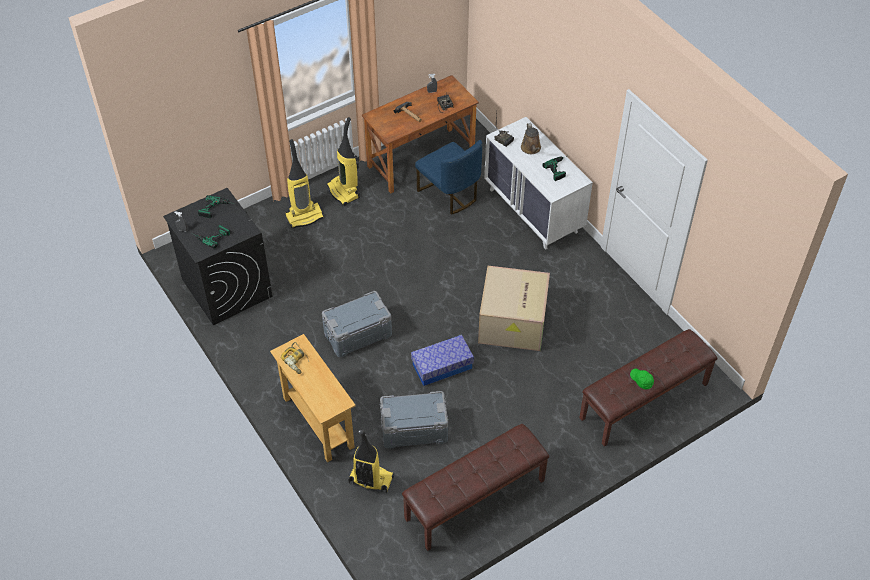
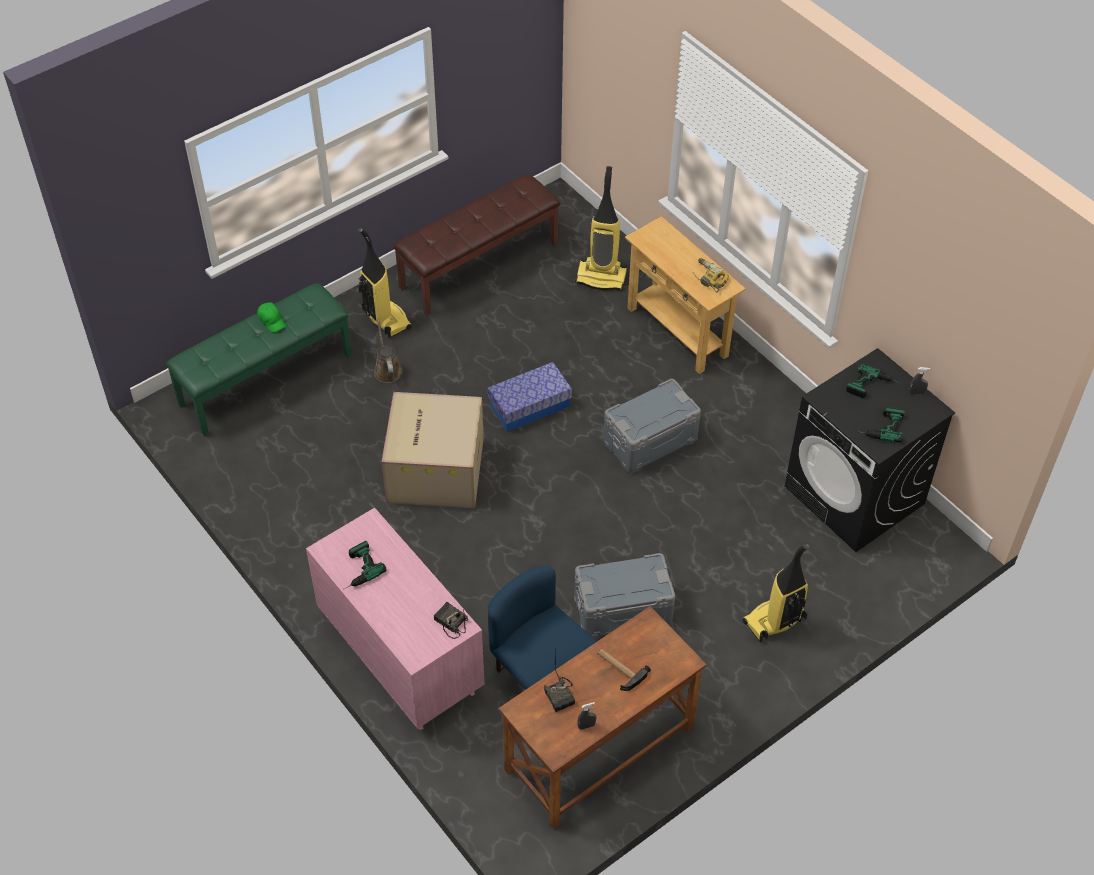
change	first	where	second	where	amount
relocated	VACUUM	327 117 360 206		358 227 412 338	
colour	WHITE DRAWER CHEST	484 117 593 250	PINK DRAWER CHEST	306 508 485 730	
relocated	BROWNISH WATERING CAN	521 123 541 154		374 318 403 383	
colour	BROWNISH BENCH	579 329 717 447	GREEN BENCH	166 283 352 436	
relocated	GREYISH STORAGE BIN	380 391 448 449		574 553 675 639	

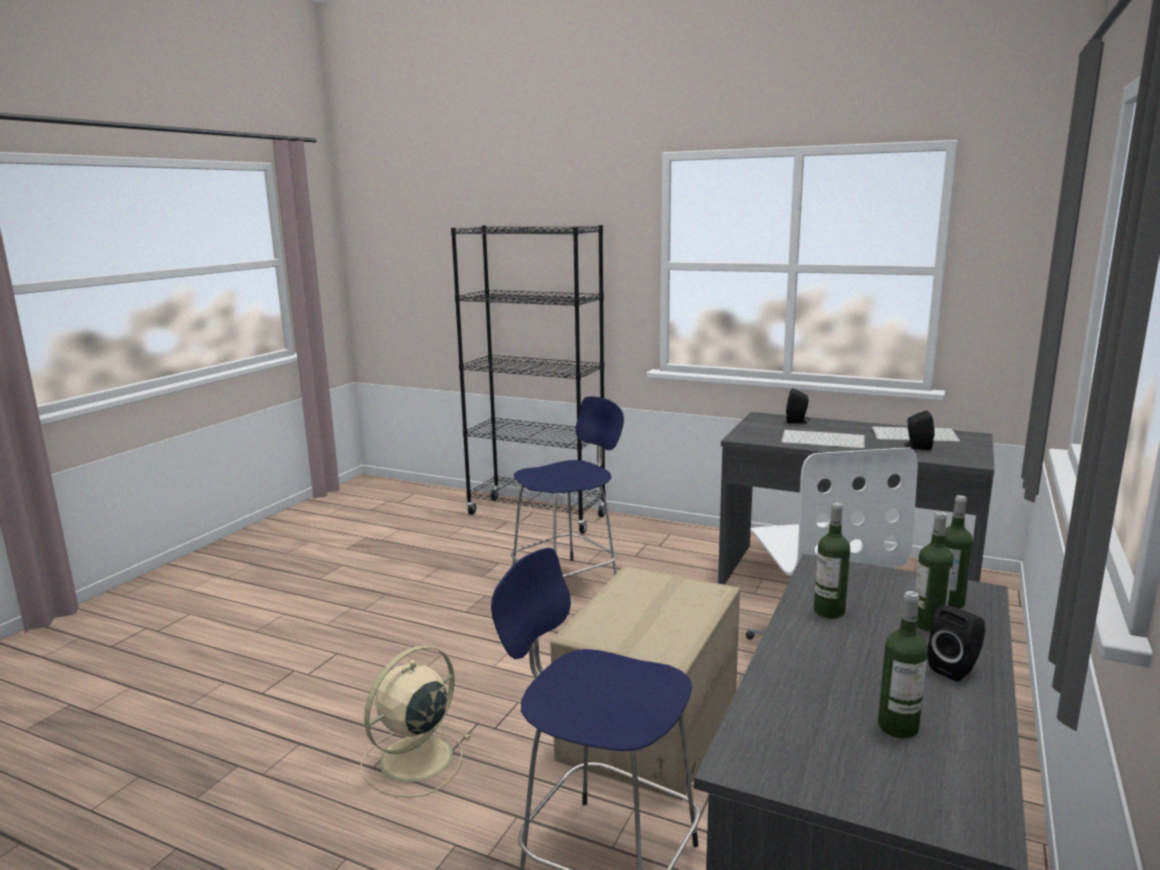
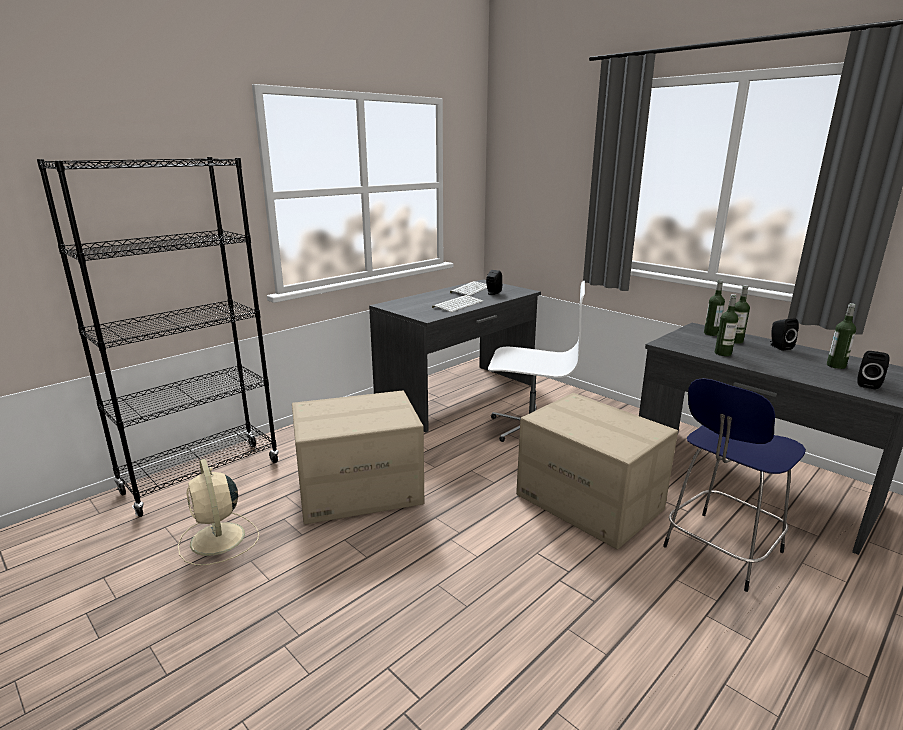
change	first	where	second	where	amount
relocated	BLACK-COLOURED SPEAKER	786 388 810 424		857 351 890 390	
exchanged	BLUISH STOOL SEAT	511 396 624 578	PACKING BOX	292 390 424 524	
relocated	BEIGE-COLOURED COOLING FAN	360 645 472 798		178 459 259 565	

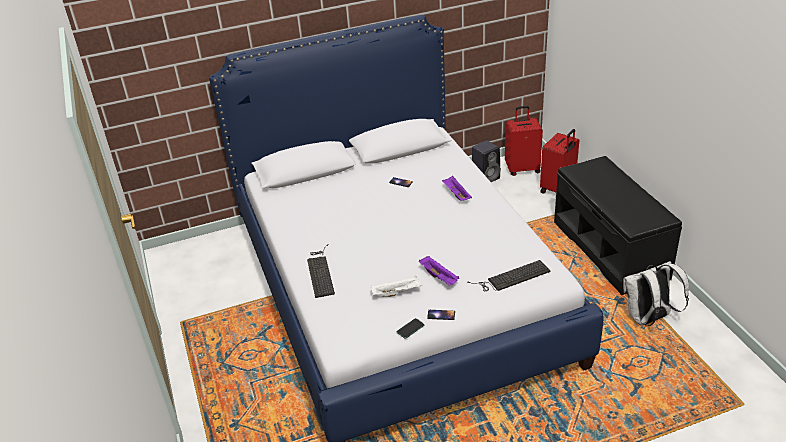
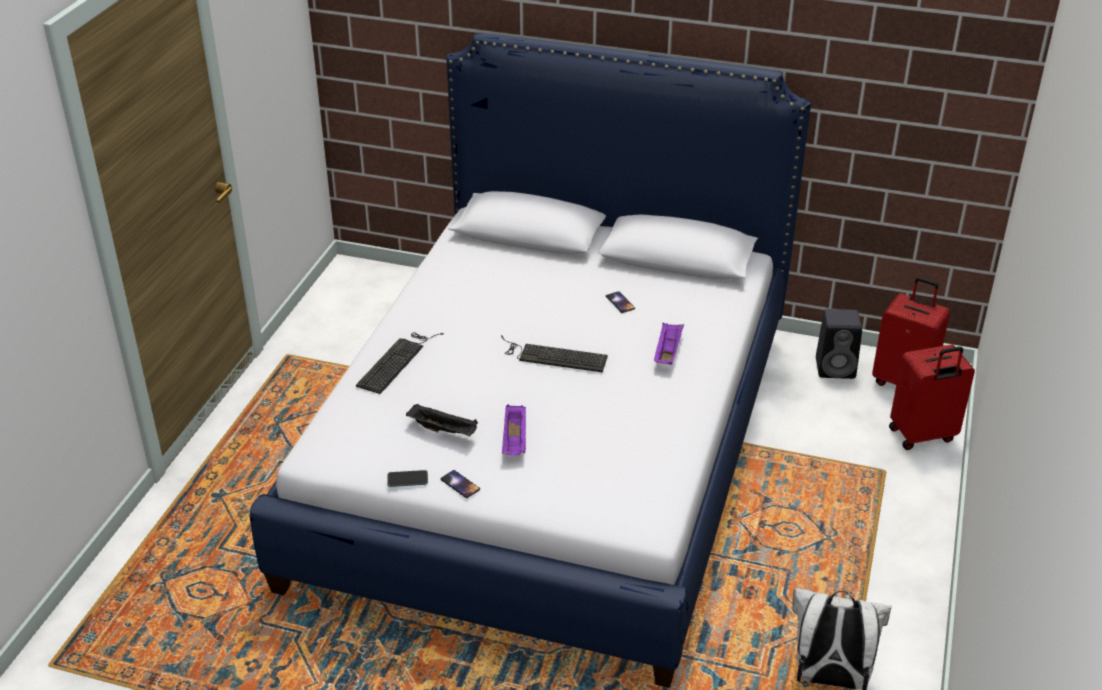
change	first	where	second	where	amount
missing	BLACK-COLOURED BENCH	554 156 682 295			
relocated	KEYBOARD	467 260 551 291		501 335 608 372	
colour	WHITE SERVING TRAY	371 276 422 297	BLACK-COLOURED SERVING TRAY	406 404 478 436	

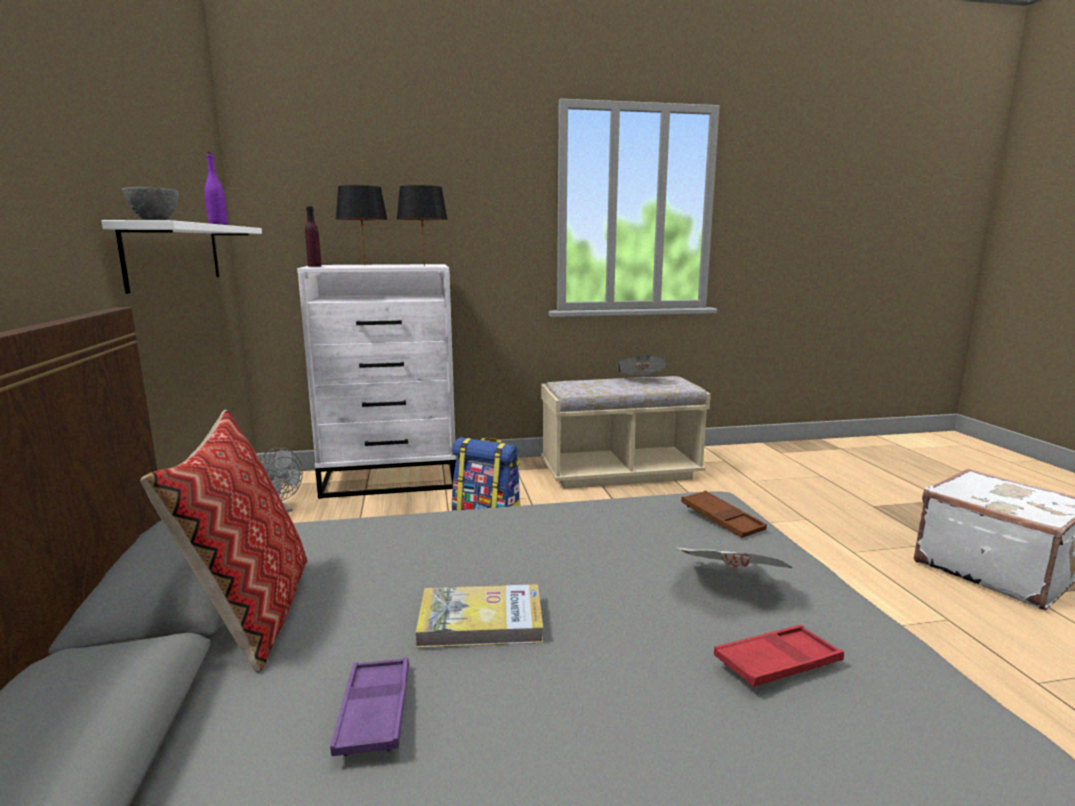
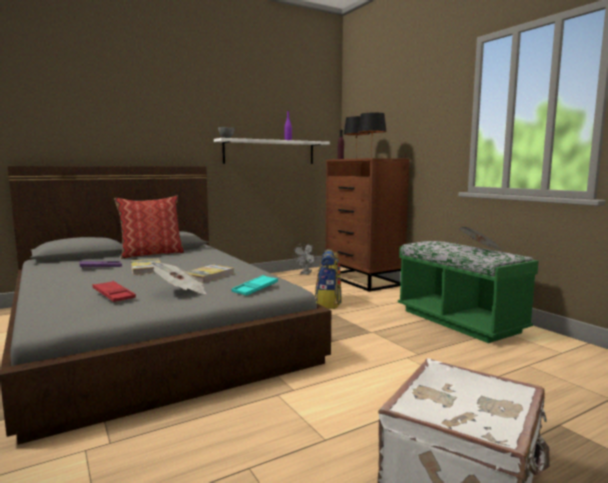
change	first	where	second	where	amount
colour	WHITE DRAWER CHEST	297 264 456 499	BROWNISH DRAWER CHEST	326 158 409 292	
colour	BEIGE-COLOURED BENCH	541 376 711 489	GREEN BENCH	398 241 539 343	
colour	BROWNISH SERVING TRAY	681 490 767 538	BLUE-GREEN SERVING TRAY	232 275 278 296	
appeared			VOLUME	186 265 235 283	

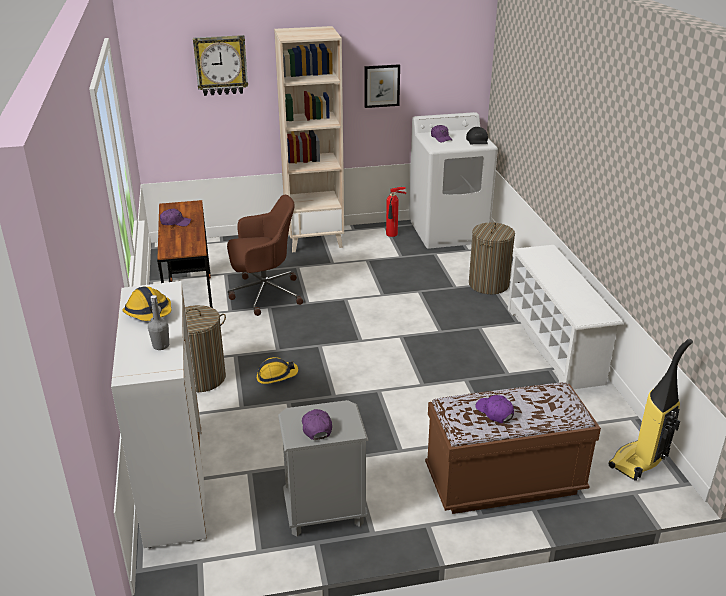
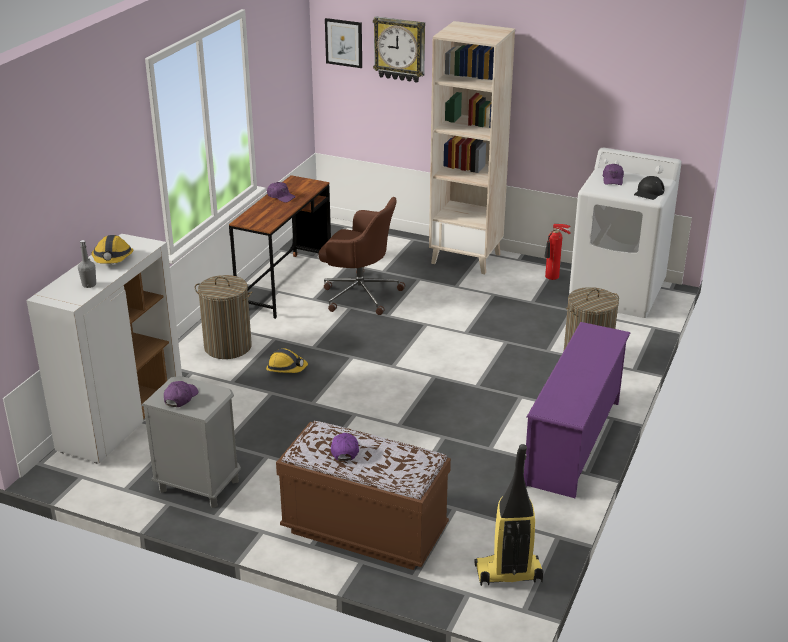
change	first	where	second	where	amount
relocated	WALL PICTURE	365 64 400 108		325 18 362 68	
colour	WHITE SHOE SHELF	508 245 624 389	PURPLE-COLOURED SHOE SHELF	524 322 630 498	

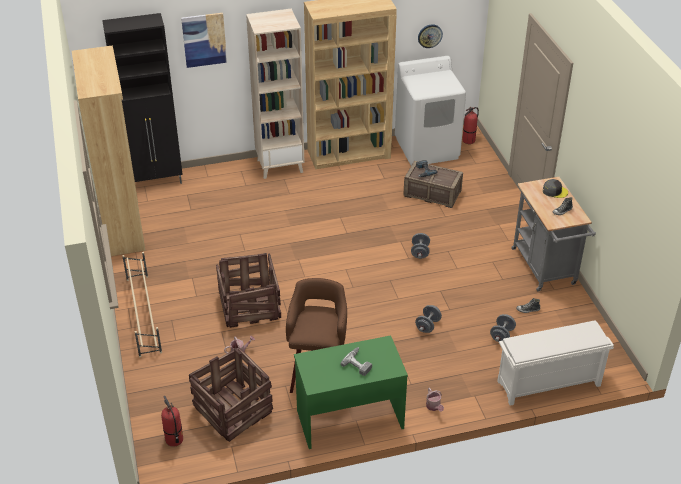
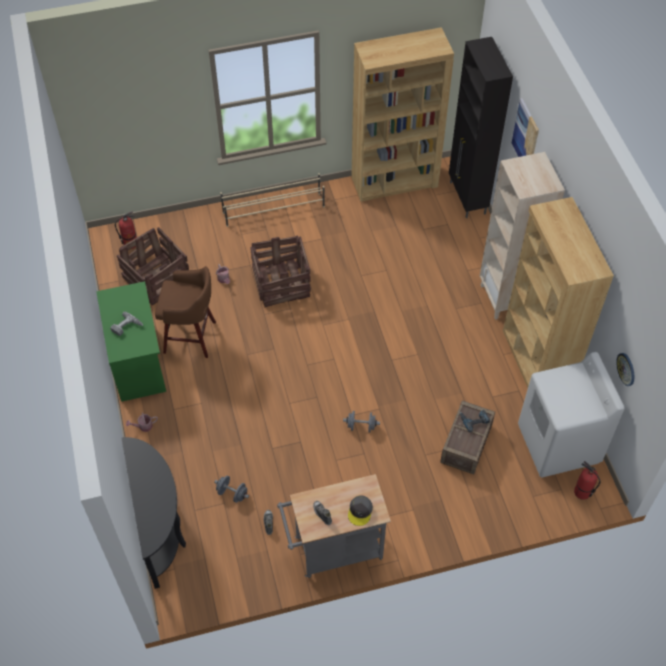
change	first	where	second	where	amount
missing	GREYISH DUMBBELL	415 305 442 333			
exchanged	WHITE SHOE SHELF	497 320 614 406	BLACK-COLOURED NARROW TABLE	121 437 186 589	

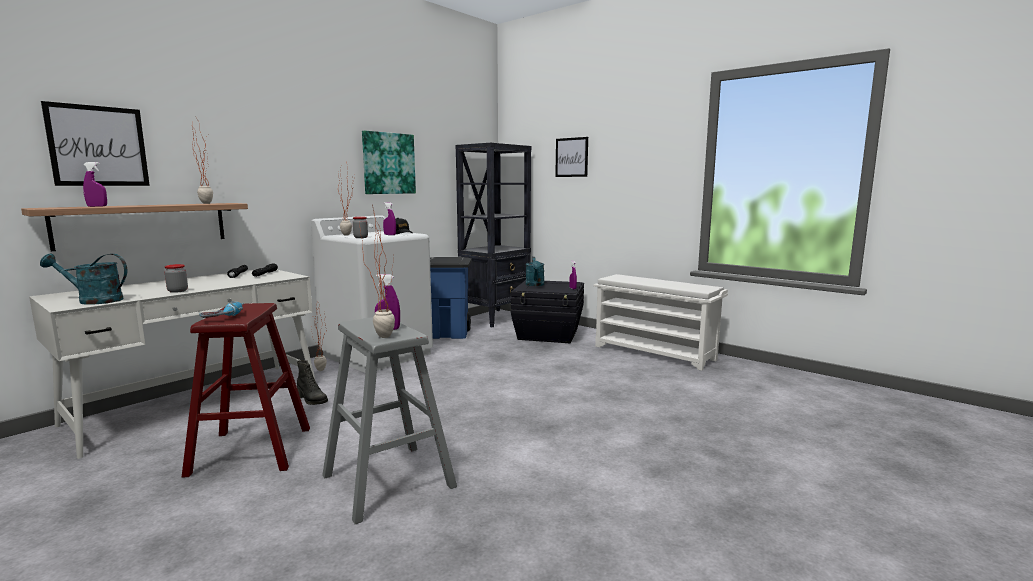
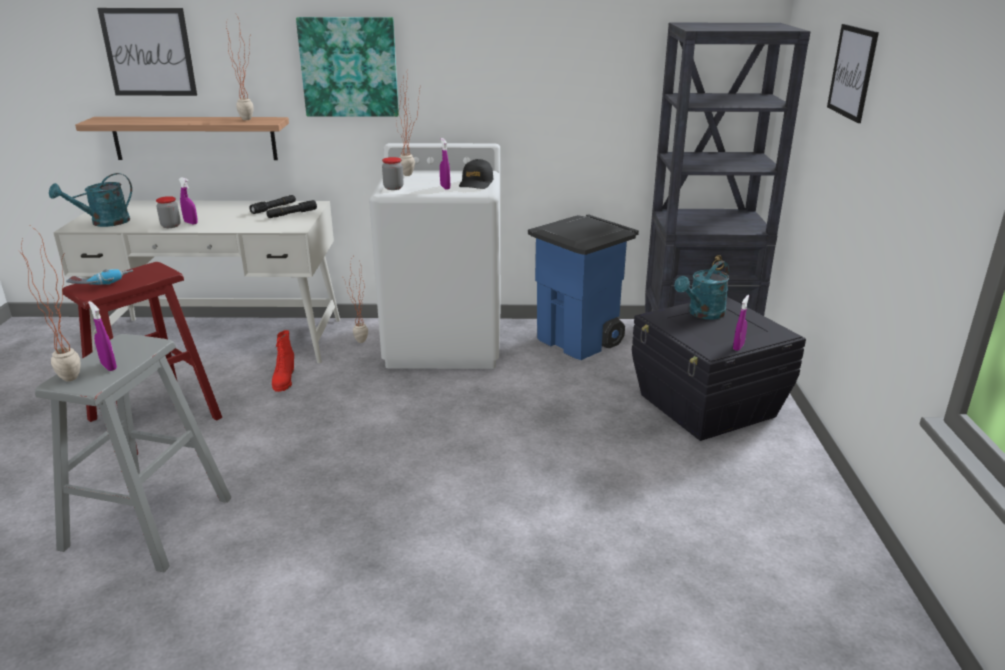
change	first	where	second	where	amount
relocated	WALL PICTURE	362 131 416 194		296 17 399 117	
relocated	PURPLE-COLOURED SPRAYER	83 162 107 207		179 177 198 224	
spun	BLUE-GREEN WATERING CAN	40 253 127 305		49 173 132 227	90 degrees counterclockwise
missing	WHITE SHOE SHELF	594 274 728 371			
colour	BLACK-COLOURED HIGH-TOP BOOT	297 360 328 405	RED-COLOURED HIGH-TOP BOOT	272 330 294 392	

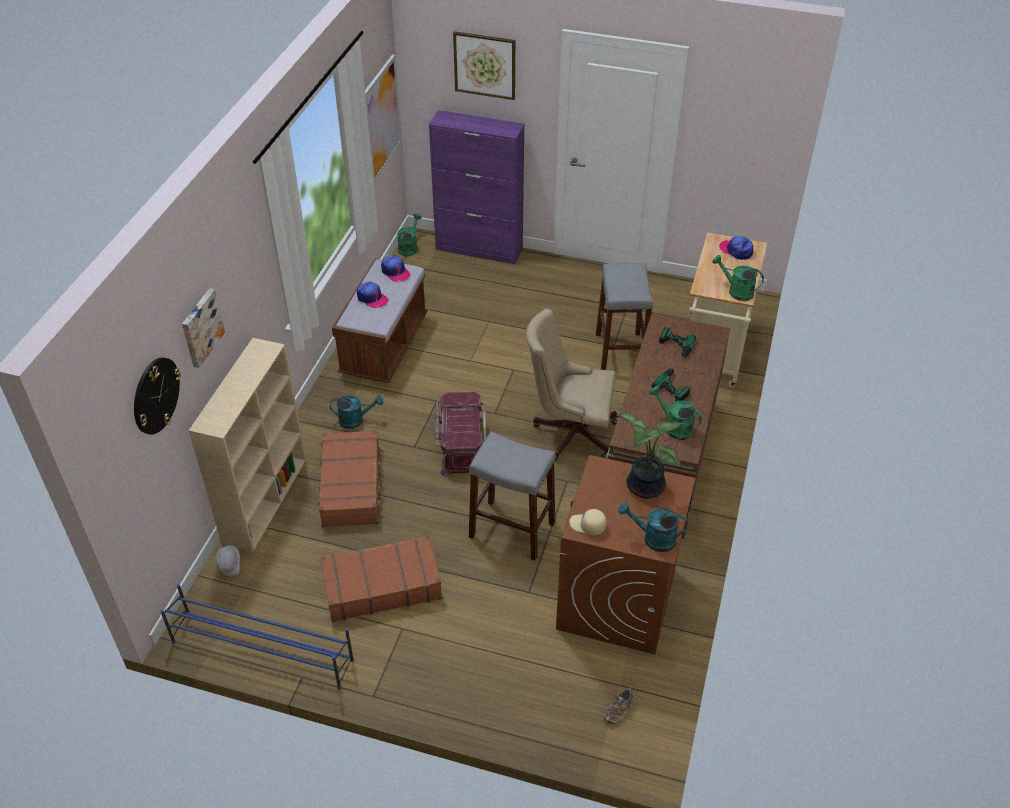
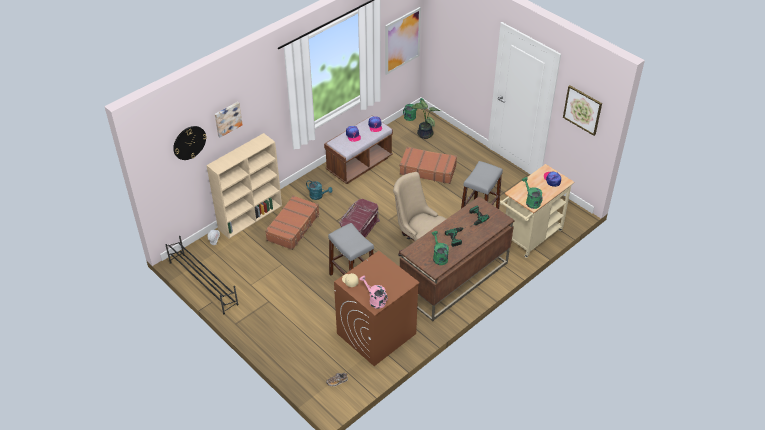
change	first	where	second	where	amount
relocated	WALL PICTURE	453 31 515 100		563 85 602 136	
missing	PURPLE-COLOURED STORAGE CABINET	429 110 524 264			
relocated	POTTED PLANT	616 413 685 499		410 100 441 139	
colour	BLUE-GREEN WATERING CAN	619 502 688 552	PINK WATERING CAN	360 275 388 309	
relocated	BROWNISH PIECE OF LUGGAGE	321 535 442 622		399 147 457 184	
colour	BLUISH SHOE SHELF	160 584 354 689	BLACK-COLOURED SHOE SHELF	165 236 239 314	

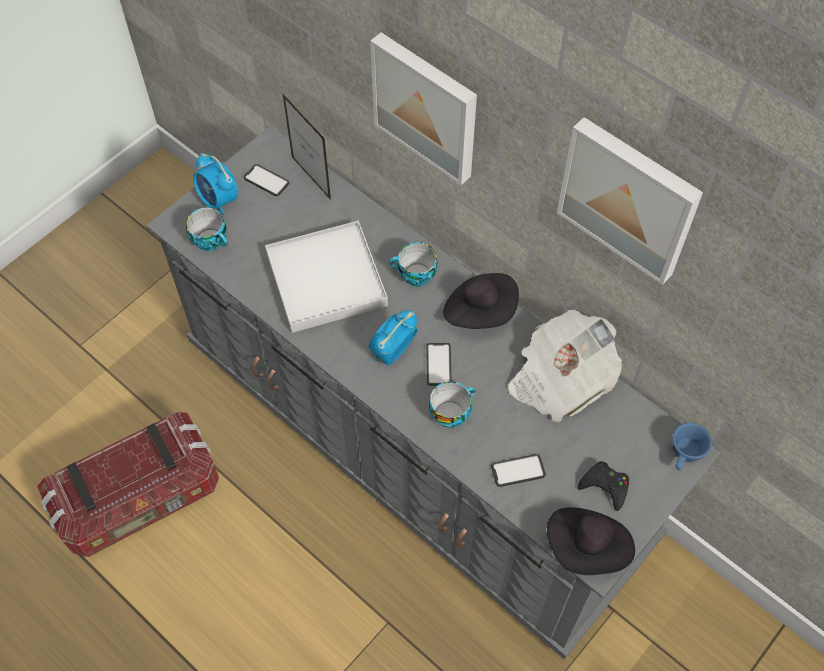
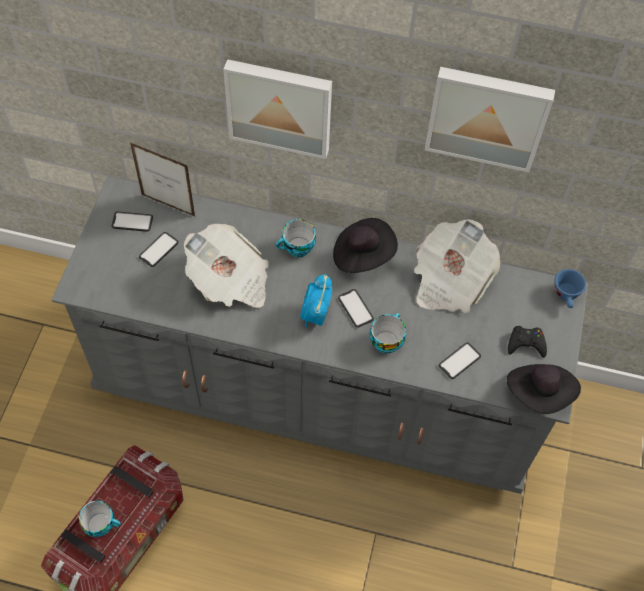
change	first	where	second	where	amount
missing	TABLE CLOCK	193 153 238 215			
relocated	DRINKING CUP	186 207 228 251		79 501 121 537	
exchanged	WHITE SERVING TRAY	265 221 388 333	PRINTED PAPER	184 224 269 308	
appeared			HANDSET	139 232 179 267	

